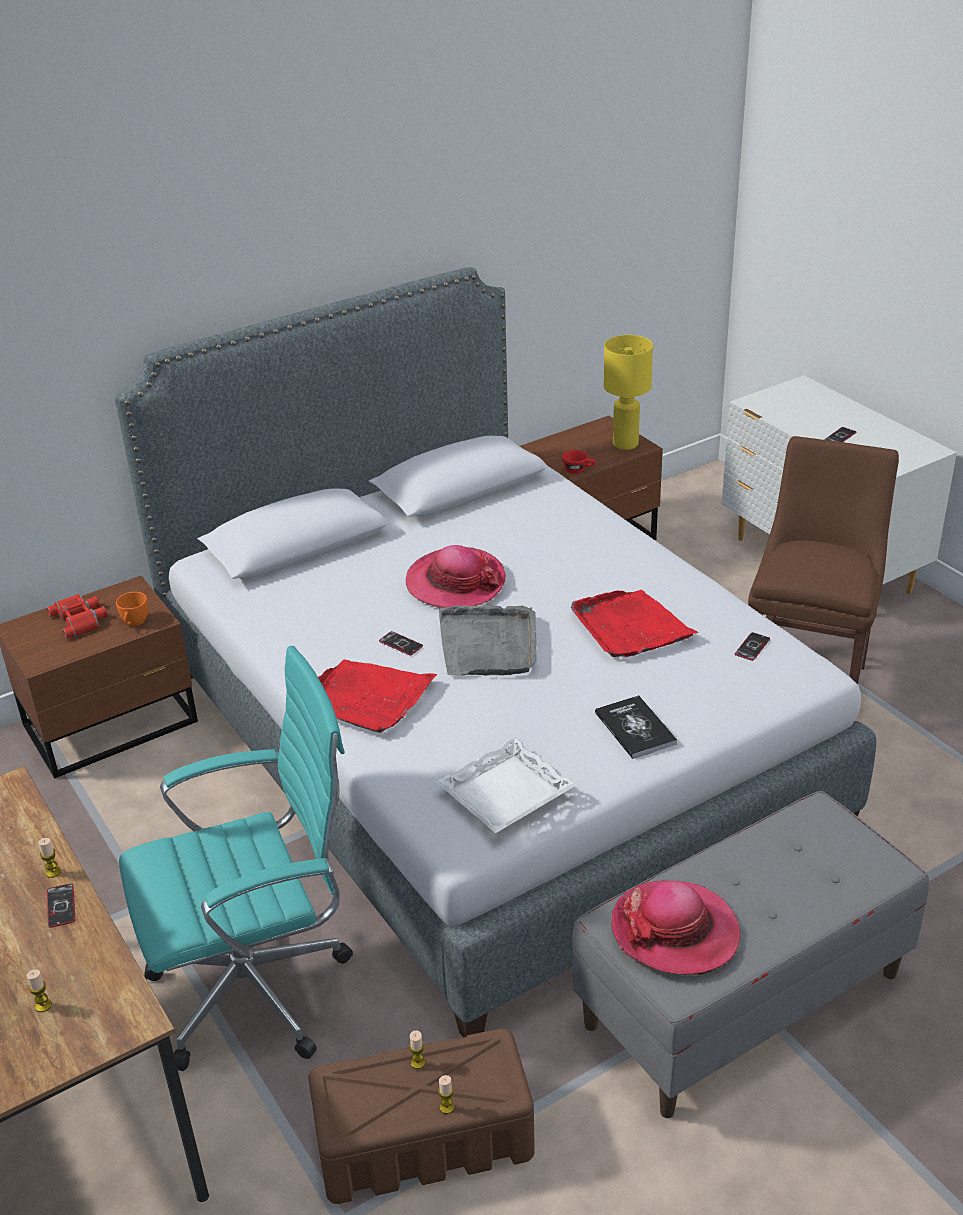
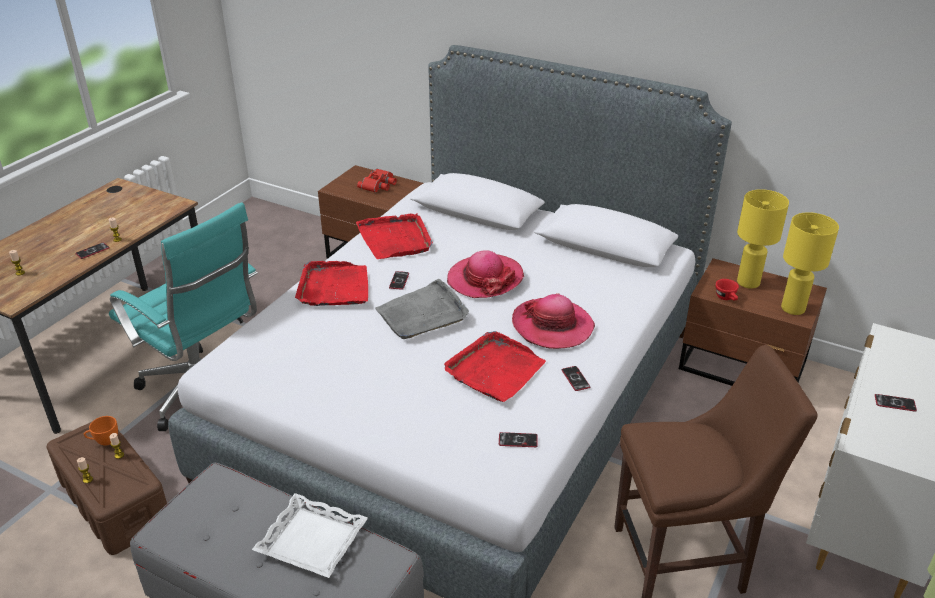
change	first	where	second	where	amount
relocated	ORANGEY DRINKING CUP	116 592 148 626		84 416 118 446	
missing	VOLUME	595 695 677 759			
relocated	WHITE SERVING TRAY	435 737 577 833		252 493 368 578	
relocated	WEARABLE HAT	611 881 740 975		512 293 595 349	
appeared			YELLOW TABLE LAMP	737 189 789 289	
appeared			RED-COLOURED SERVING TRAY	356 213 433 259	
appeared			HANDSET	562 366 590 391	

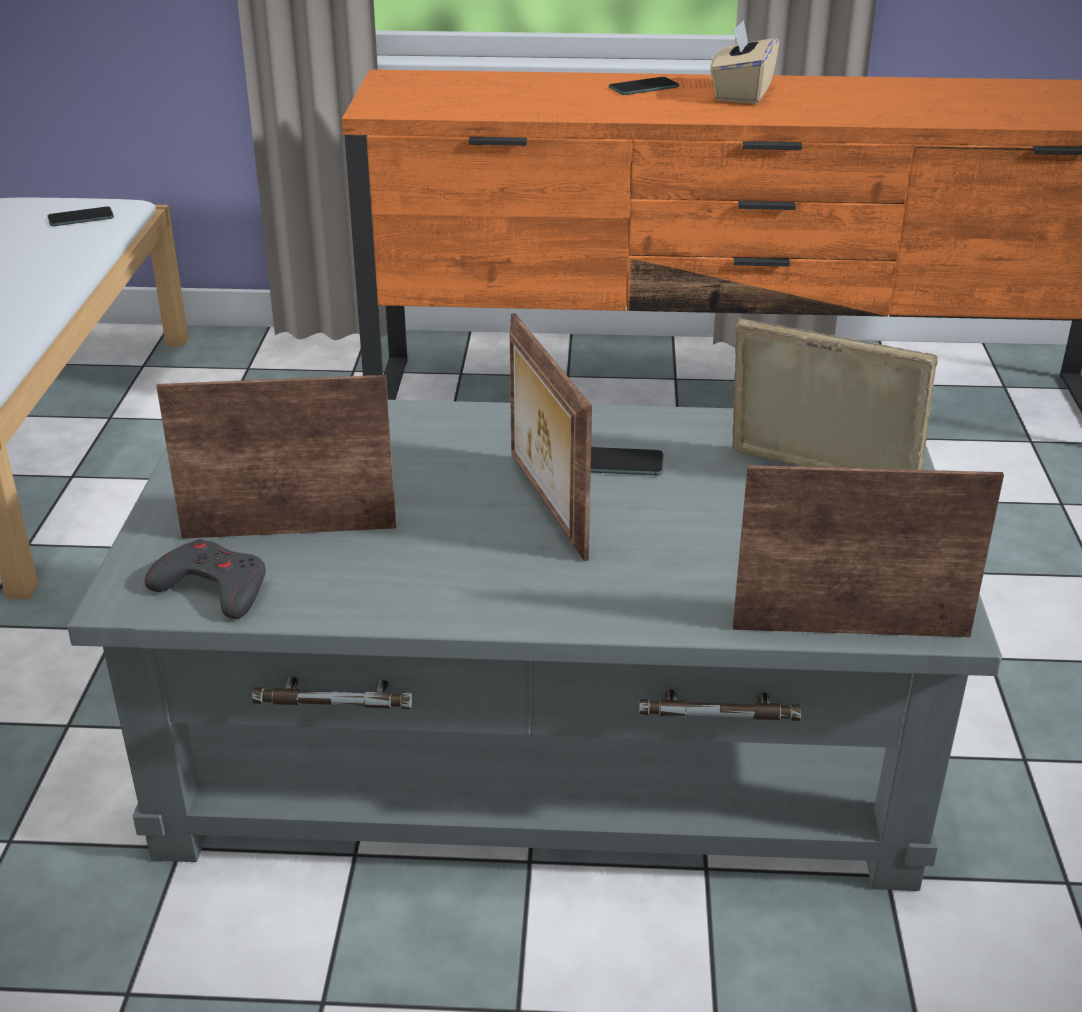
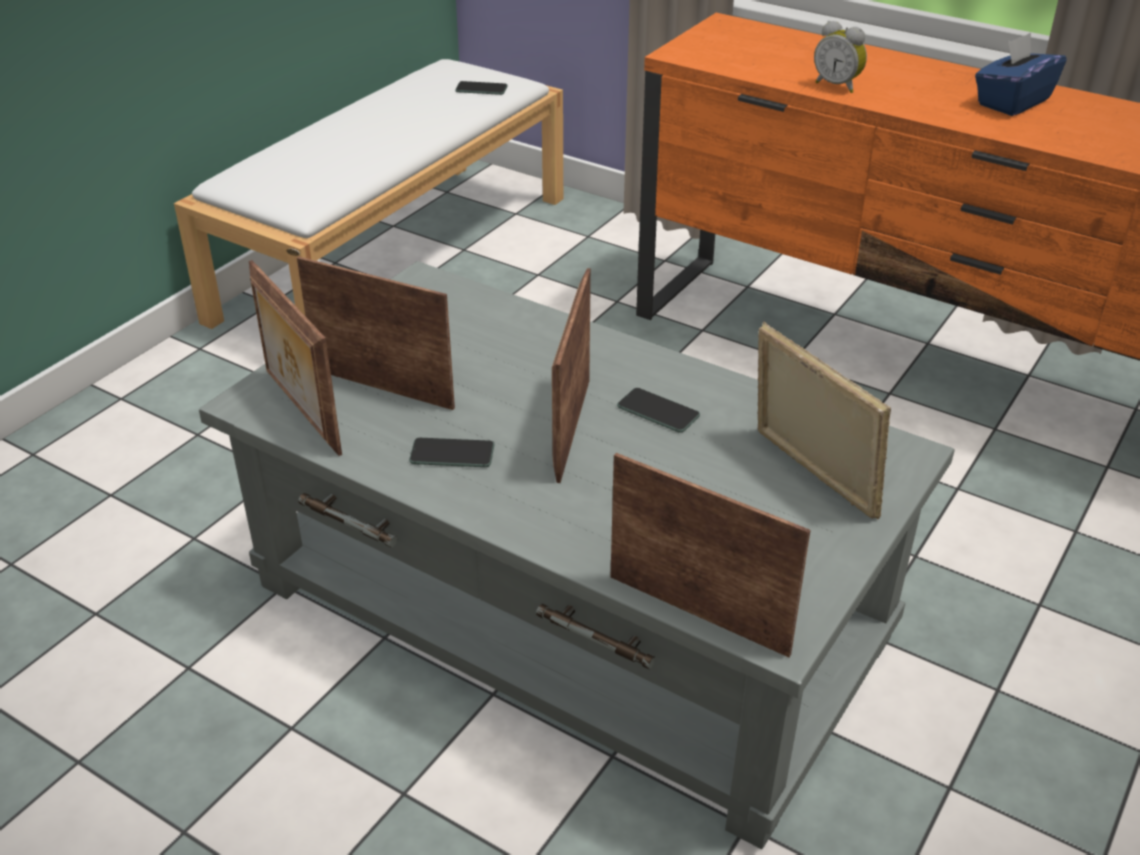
change	first	where	second	where	amount
colour	BEIGE-COLOURED TISSUE BOX	710 20 779 104	BLUISH TISSUE BOX	975 32 1066 116	
relocated	HANDSET	609 77 679 95		409 438 494 467	
exchanged	GREYISH GAMEPAD	145 539 266 619	STANDING FRAME	249 260 342 456	
appeared			TABLE CLOCK	814 21 867 93	

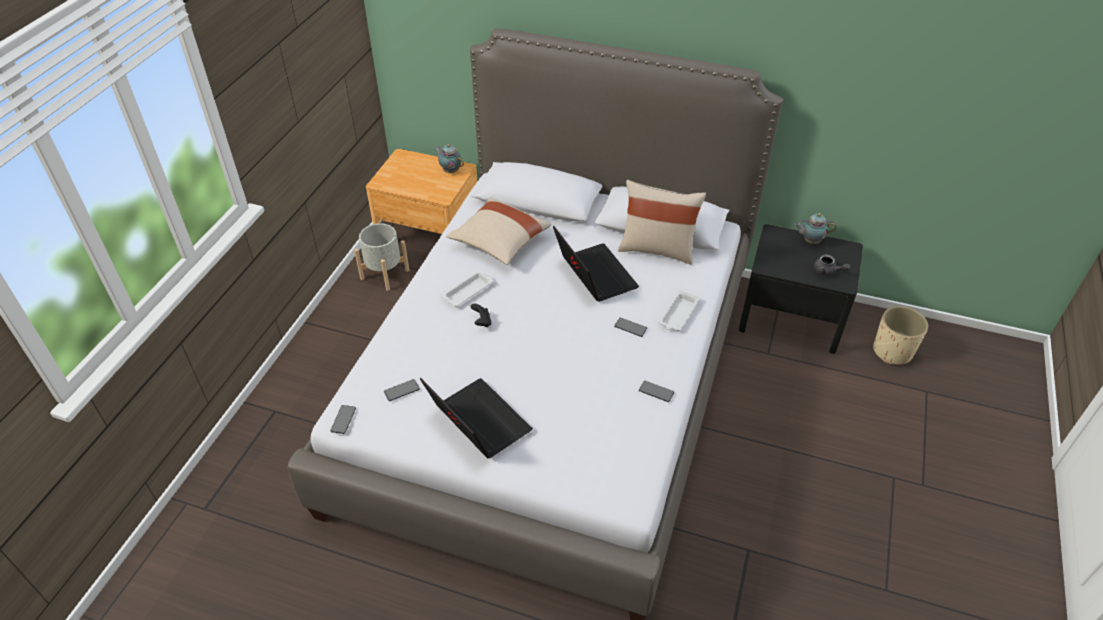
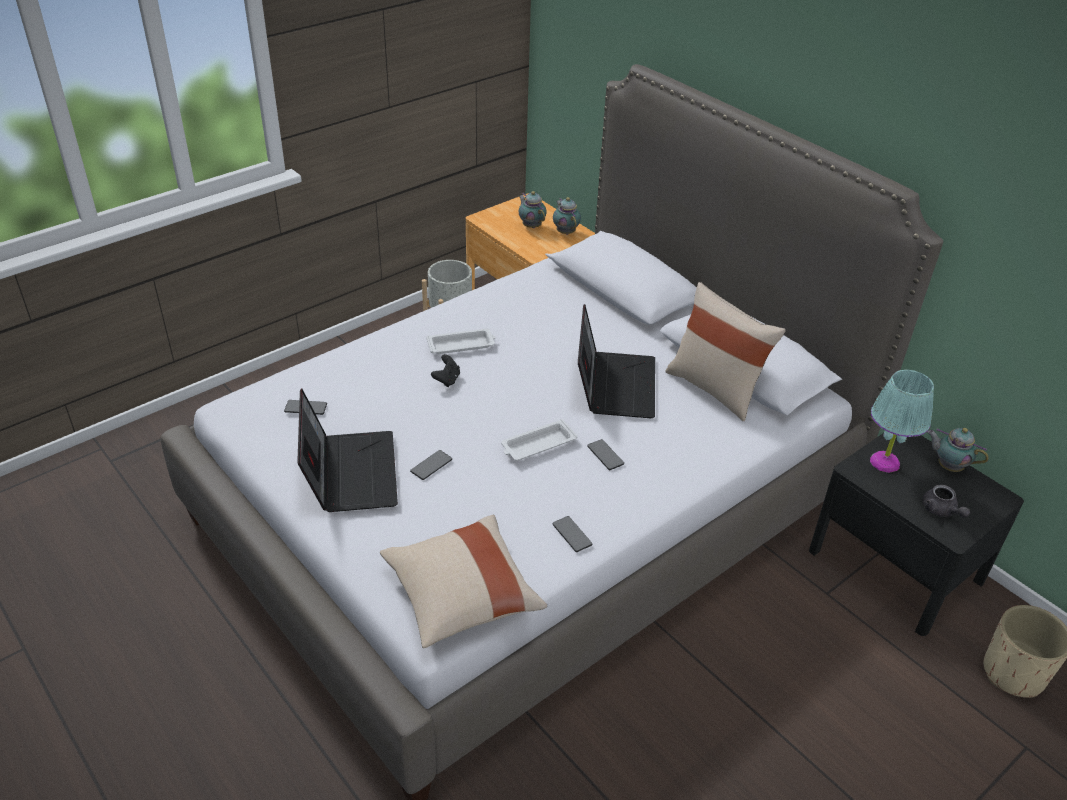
change	first	where	second	where	amount
relocated	BEIGE-COLOURED THROW PILLOW	446 198 551 265		380 515 547 648	
relocated	WHITE SERVING TRAY	658 290 700 331		501 419 577 461	
relocated	HANDSET	330 405 356 434		410 450 452 480	
appeared			TEA POT	518 191 547 228	
appeared			BLUE-GREEN TABLE LAMP	870 369 934 473	

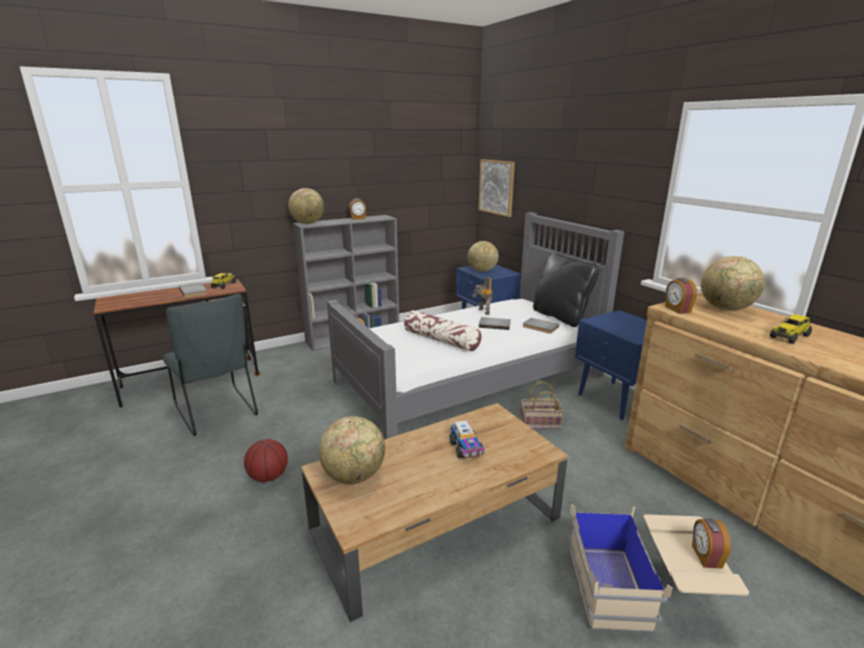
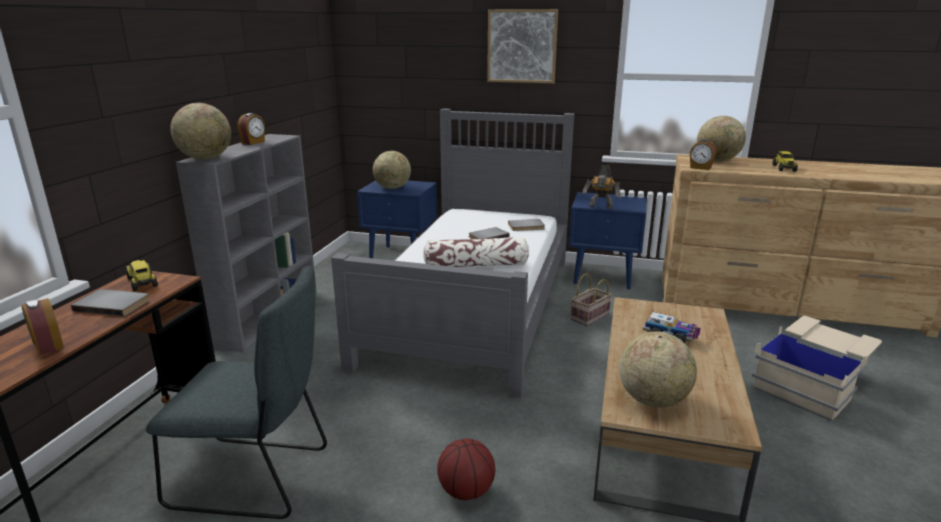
change	first	where	second	where	amount
relocated	WALL PICTURE	479 159 515 217		487 9 558 83	
missing	BLACK-COLOURED THROW PILLOW	533 252 599 327			
relocated	ROBOT FIGURE	472 277 493 315		583 165 621 209	
relocated	TABLE CLOCK	692 518 731 569		22 298 64 355	

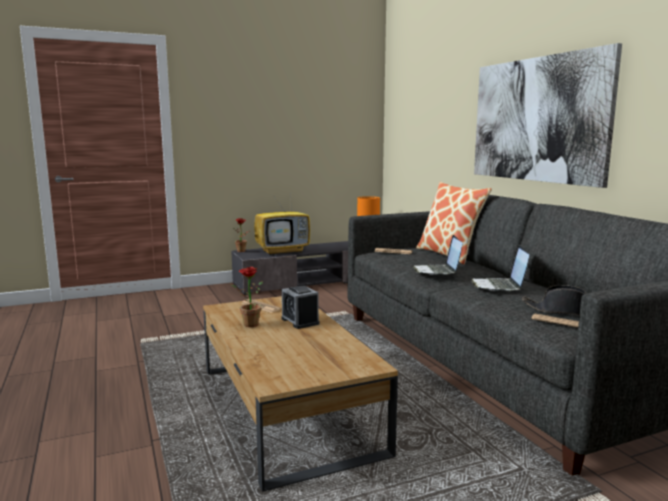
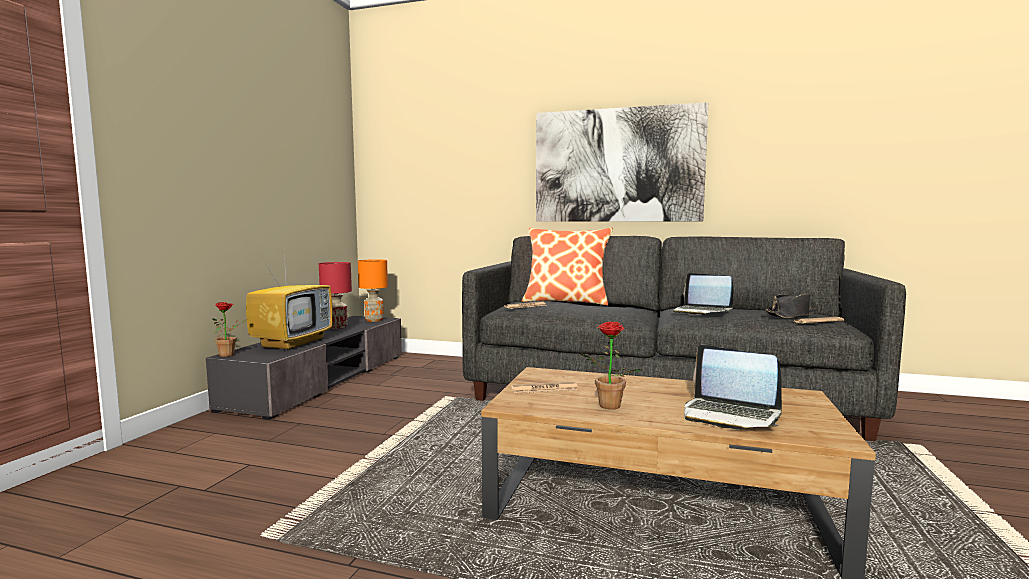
change	first	where	second	where	amount
relocated	PORTABLE COMPUTER	413 235 462 275		684 345 782 430	
missing	TABLE CLOCK	282 286 319 329			
appeared			RED-COLOURED TABLE LAMP	319 262 352 329	

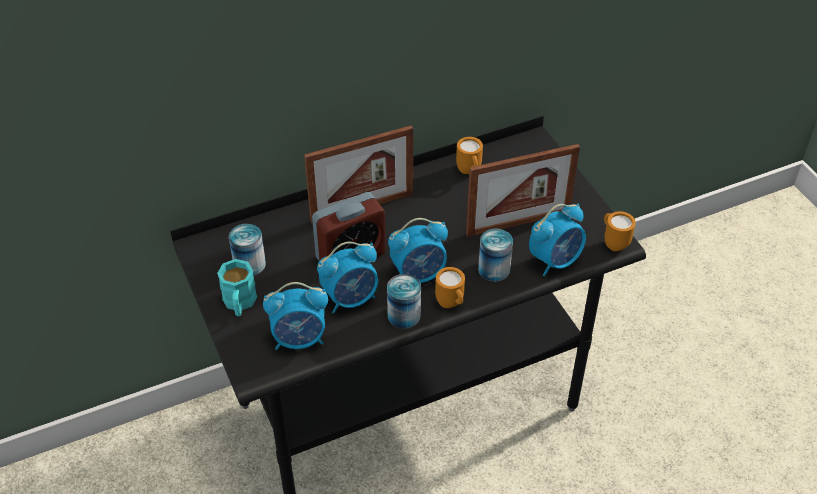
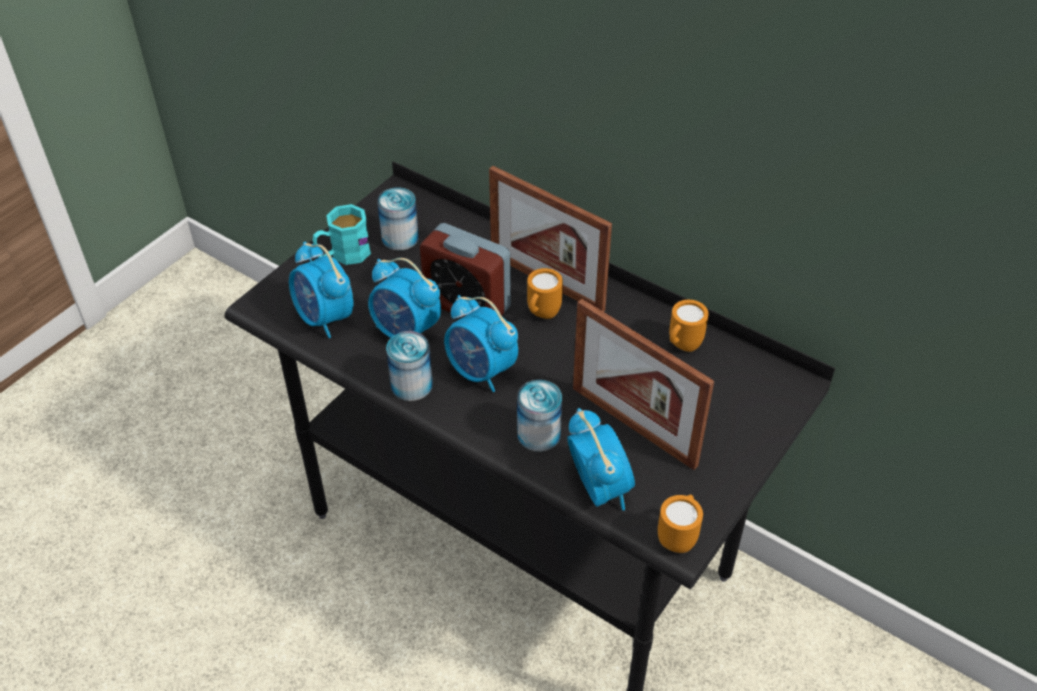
change	first	where	second	where	amount
spun	TABLE CLOCK	529 204 586 276		567 408 635 511	135 degrees counterclockwise
relocated	ORANGEY COFFEE MUG	435 267 465 308		527 268 563 319	

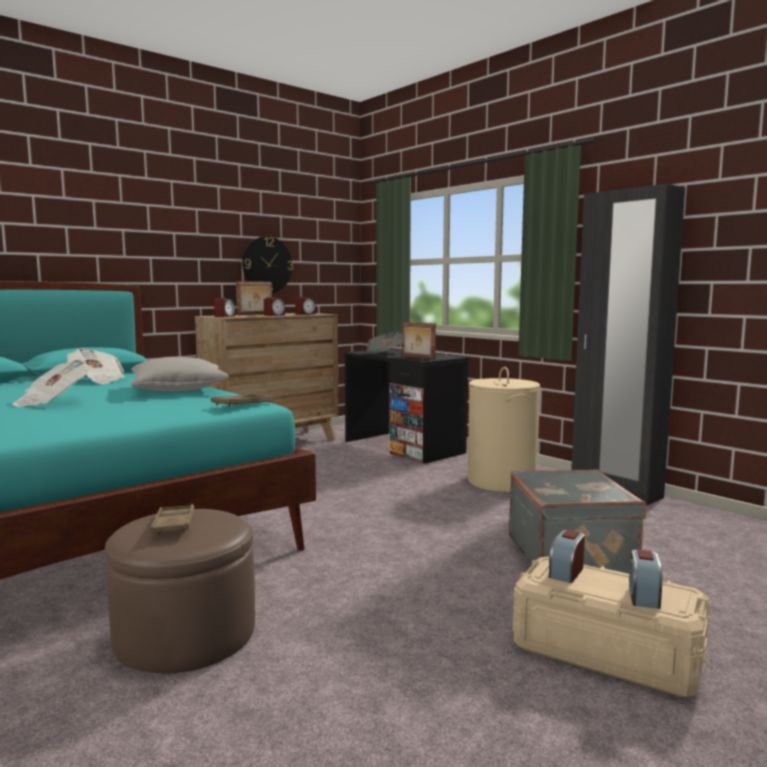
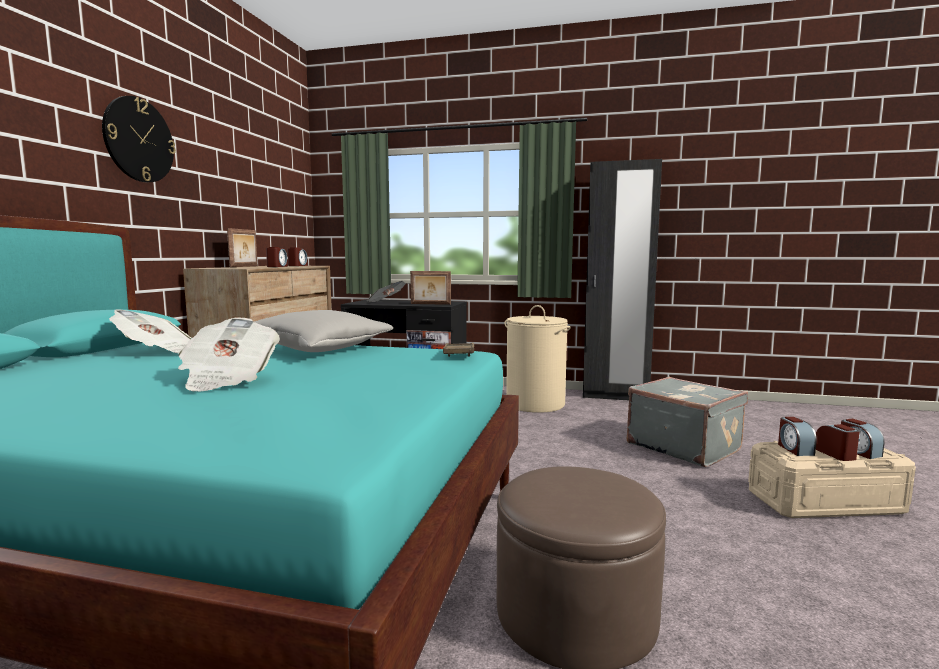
change	first	where	second	where	amount
relocated	WALL CLOCK	242 236 293 293		102 96 176 182	
relocated	TABLE CLOCK	214 298 235 317		816 424 860 461	
missing	BROWNISH SERVING TRAY	150 504 195 536			

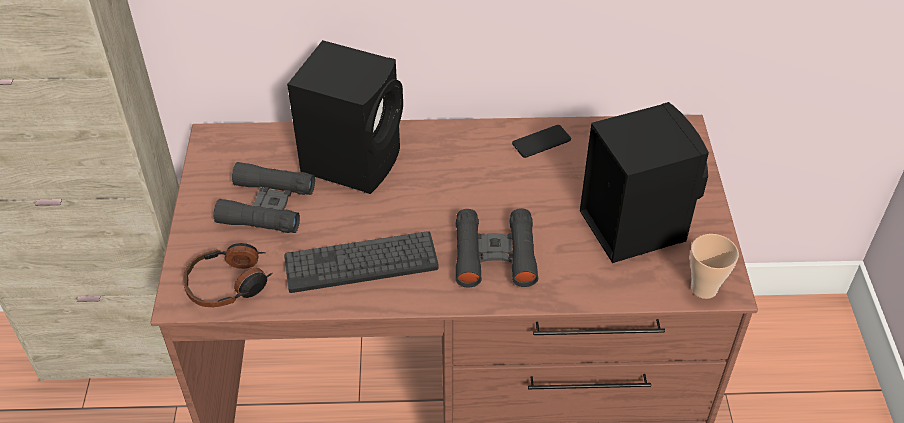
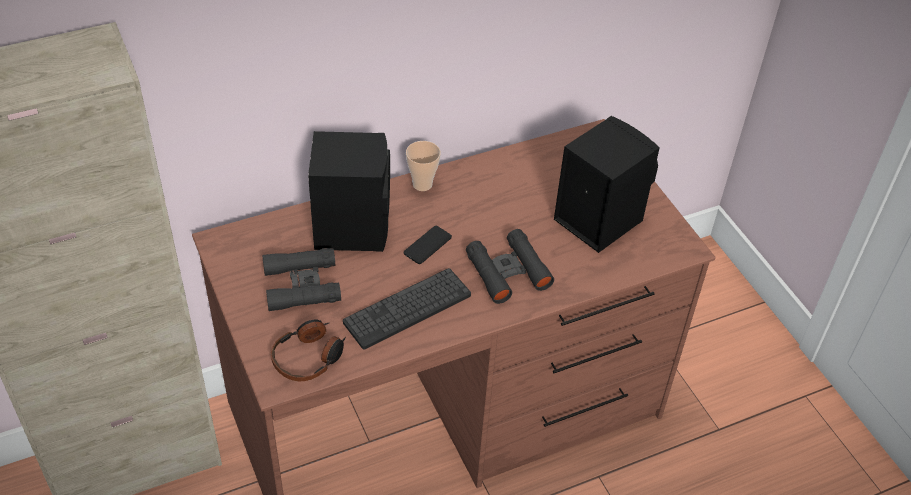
change	first	where	second	where	amount
relocated	HANDSET	512 125 571 158		404 226 452 264	
relocated	DRINKING CUP	690 234 739 299		406 141 441 191	

